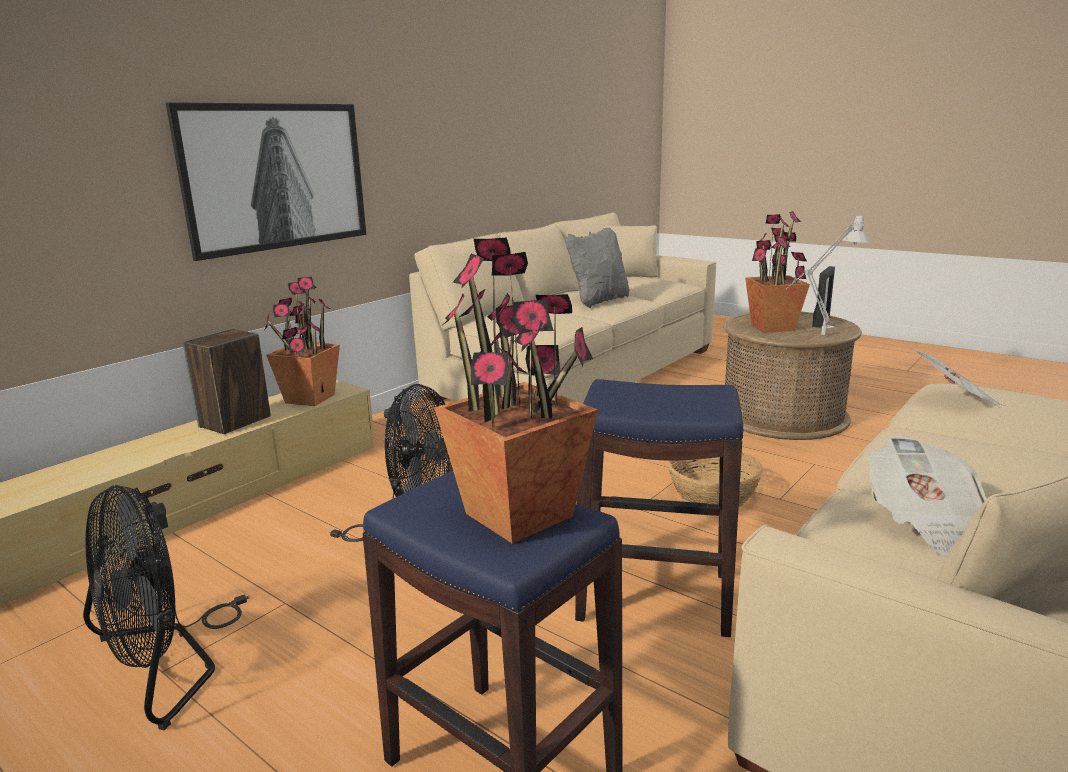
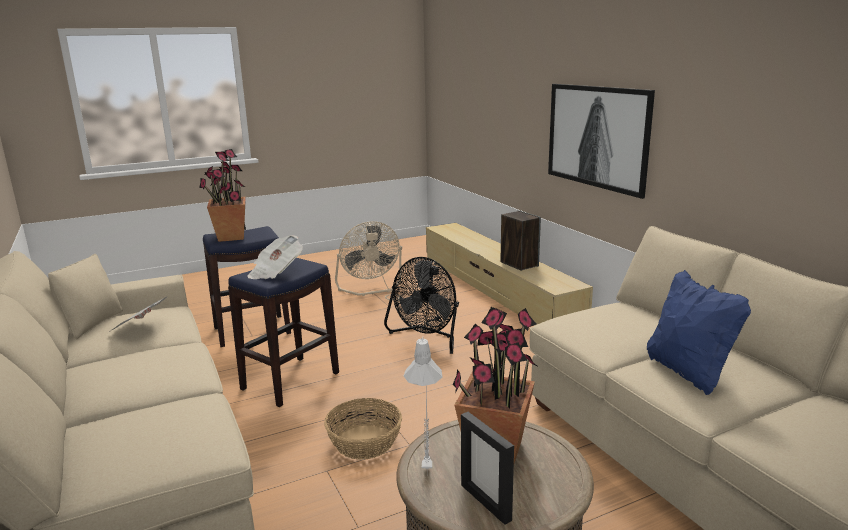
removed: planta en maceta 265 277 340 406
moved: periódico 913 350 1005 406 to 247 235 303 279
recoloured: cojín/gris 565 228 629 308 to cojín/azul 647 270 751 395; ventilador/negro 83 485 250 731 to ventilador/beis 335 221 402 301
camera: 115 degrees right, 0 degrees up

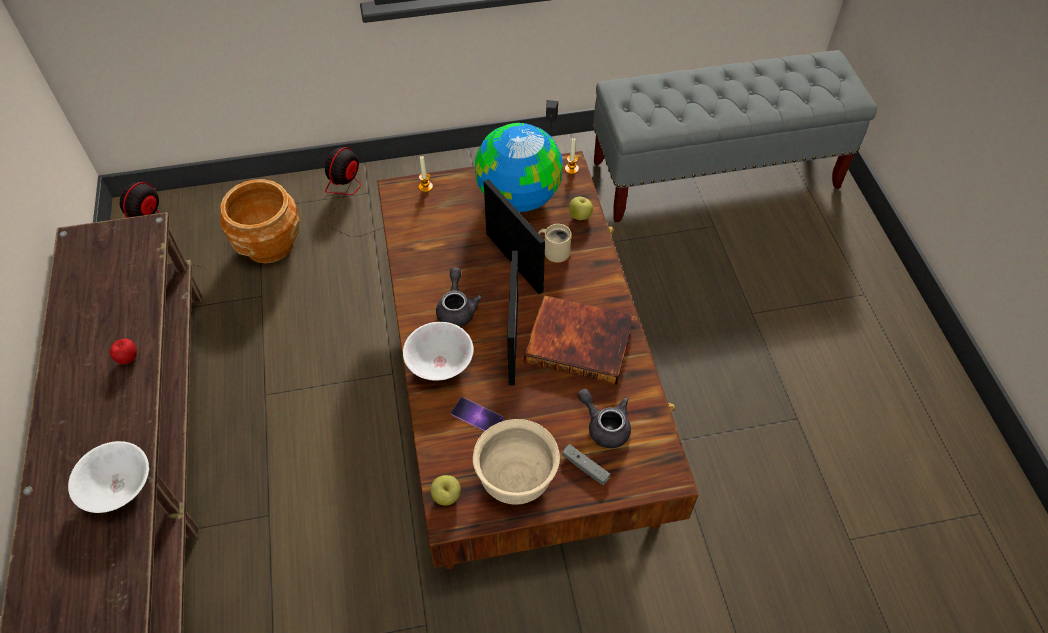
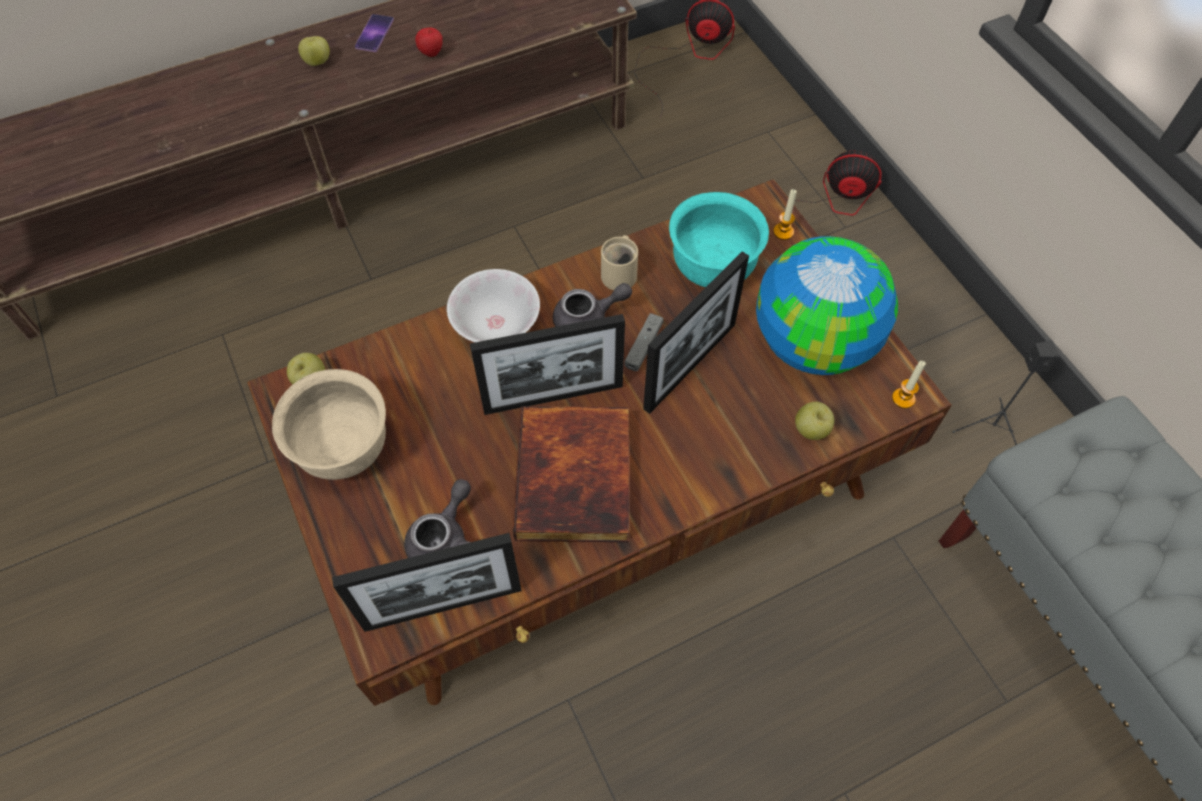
removed: maceta/marrón 220 179 300 263; cuenco/blanco 68 441 149 513
added: manzana 298 36 330 66; cuenco/turquesa 669 192 769 287; portarretratos 332 533 522 632
moved: taza grande/beis 538 224 571 262 to 601 235 638 290; móvil 451 397 504 431 to 355 14 394 52; mando de consola/gris 562 444 610 485 to 624 313 663 371
camera: 75 degrees right, 5 degrees up

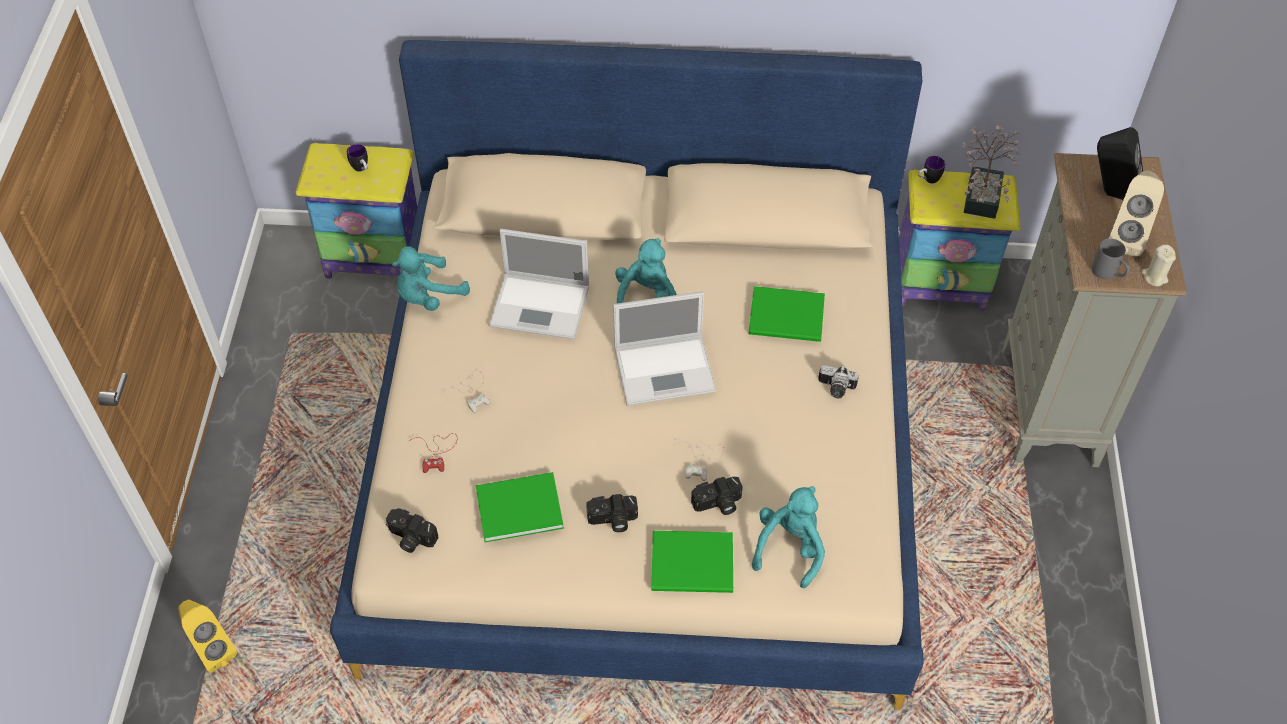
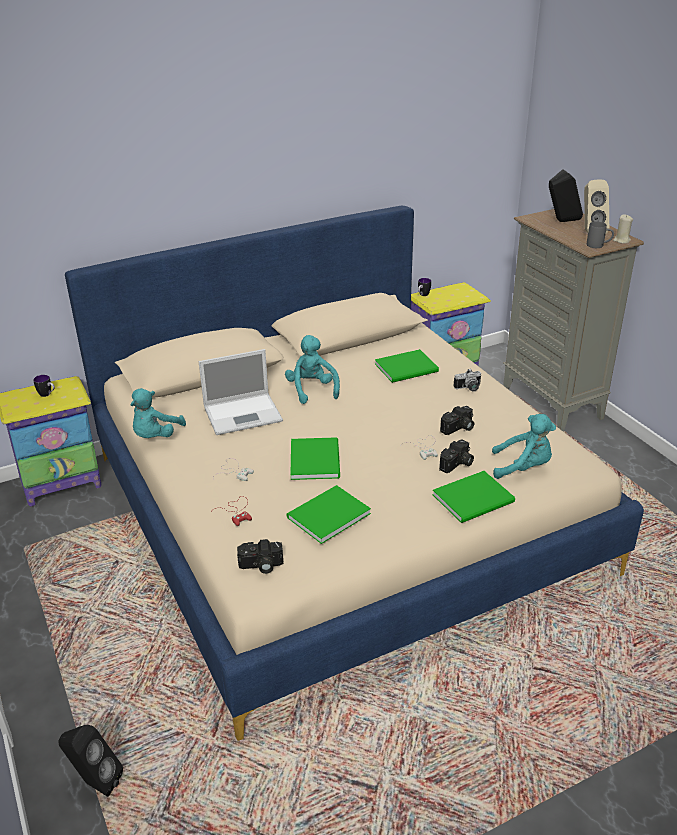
removed: planta en maceta 962 126 1021 219; portátil 613 291 716 406
added: libro/verde 290 437 340 480
moved: cámara 586 494 638 532 to 440 406 474 435
recoloured: altavoz/amarillo 178 600 237 672 to altavoz/negro 58 725 123 797
turned: peluche/turquesa 752 486 825 589 = 492 414 556 479 105 degrees clockwise
camera: 30 degrees left, 20 degrees down

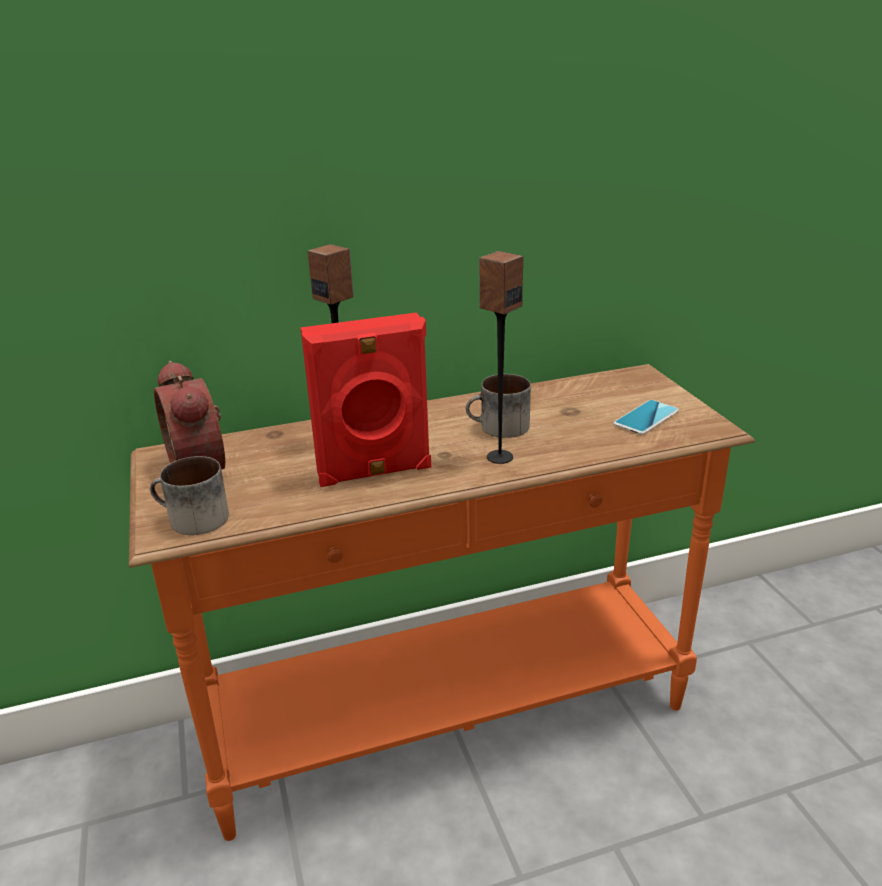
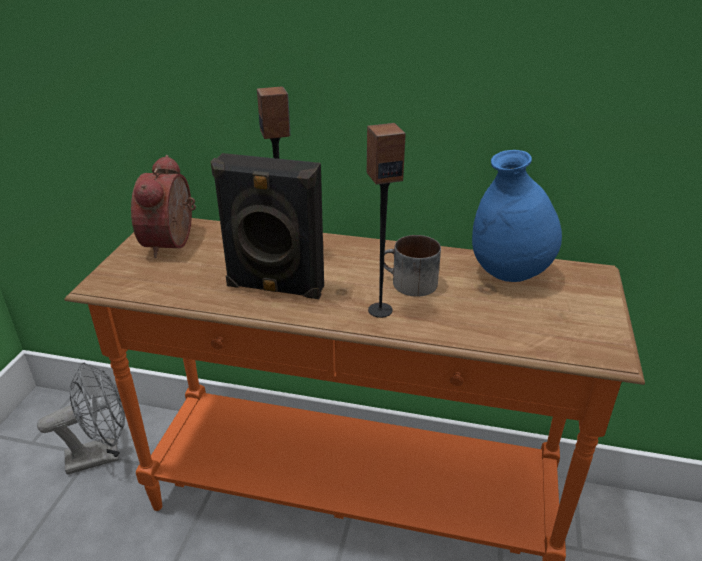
removed: móvil 614 400 679 435; taza grande 150 456 229 535
added: florero/azul 472 150 562 282; ventilador/gris 37 363 125 475
recoloured: altavoz/rojo 300 312 431 487 to altavoz/negro 211 153 324 299
camera: 30 degrees right, 5 degrees up

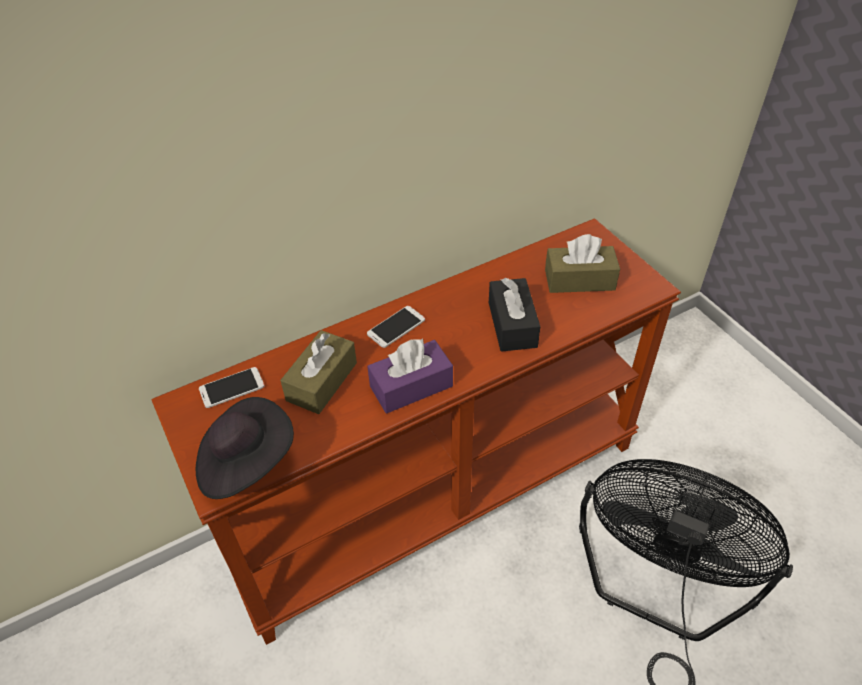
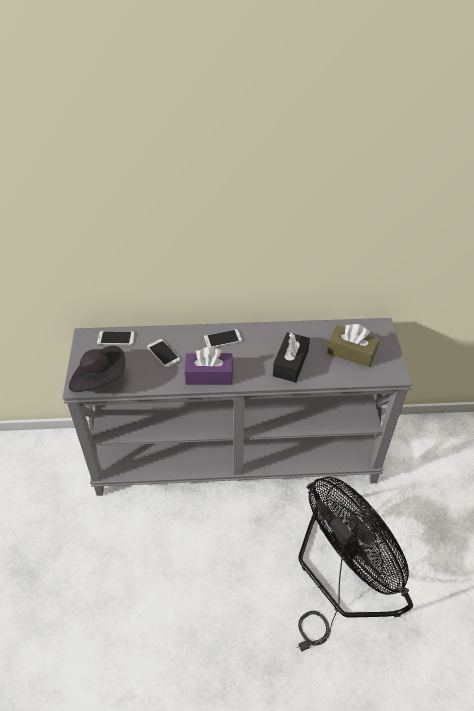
replaced: caja de pañuelos/marrón 280 330 357 414 to móvil 147 339 180 368
recoloured: mesa consola/marrón 152 218 681 645 to mesa consola/gris 62 318 413 496
camera: 25 degrees right, 0 degrees up

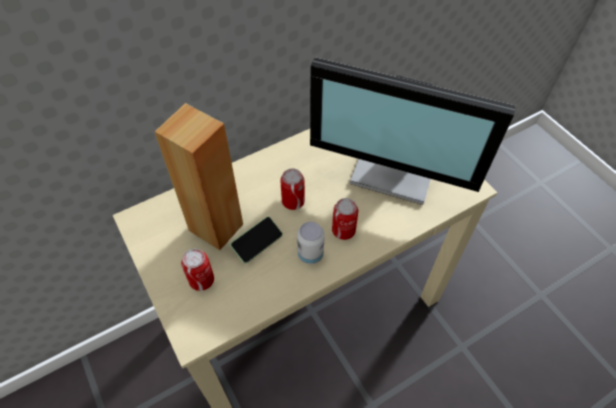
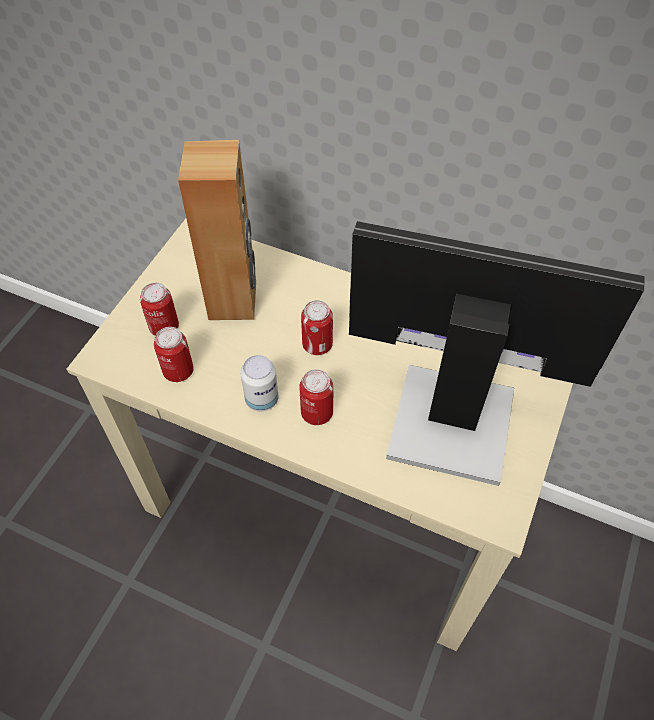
removed: móvil 230 216 283 264
added: lata 154 327 194 382
turned: monitor 310 57 516 205 = 349 221 645 486 120 degrees clockwise
camera: 55 degrees right, 0 degrees up

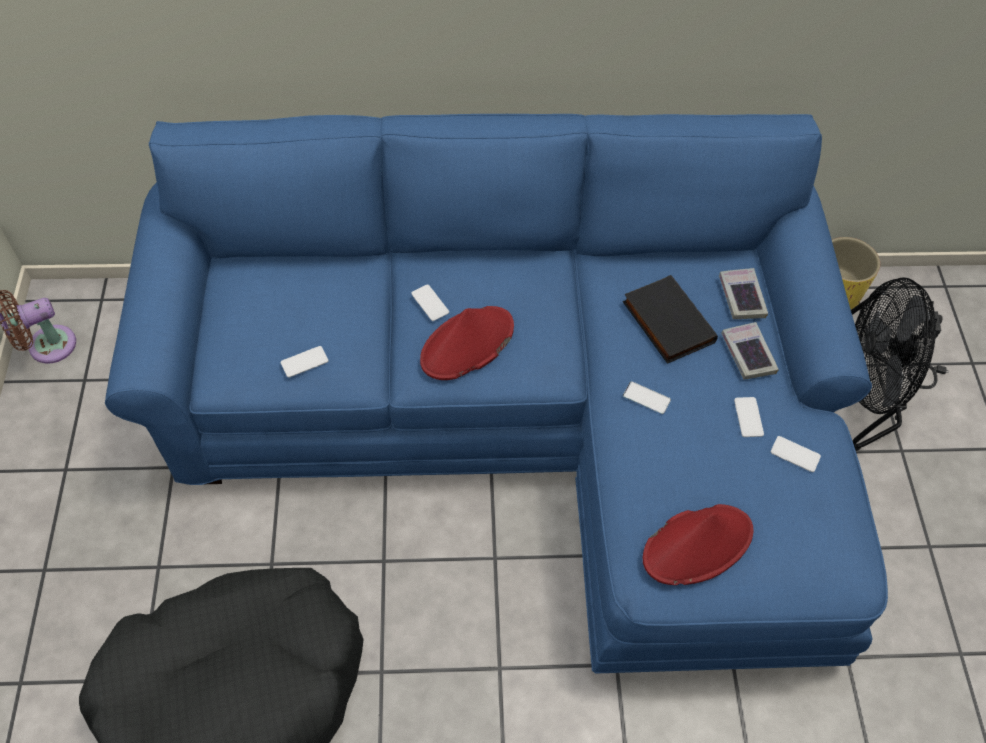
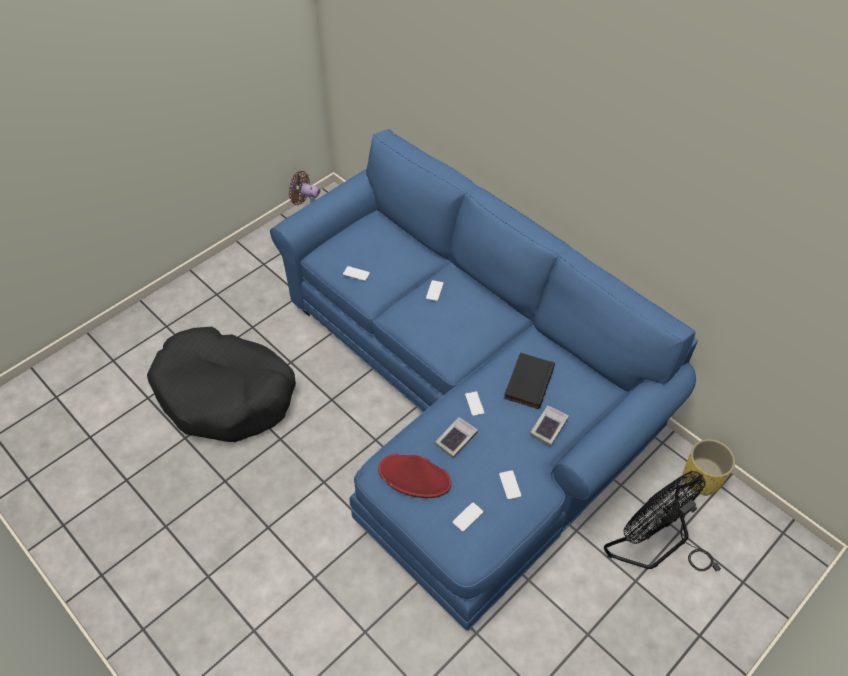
removed: sombrero/rojo 420 306 514 380
moved: libro 719 268 768 319 to 435 417 478 458; móvil 734 397 764 437 to 453 503 483 532
camera: 50 degrees right, 5 degrees down

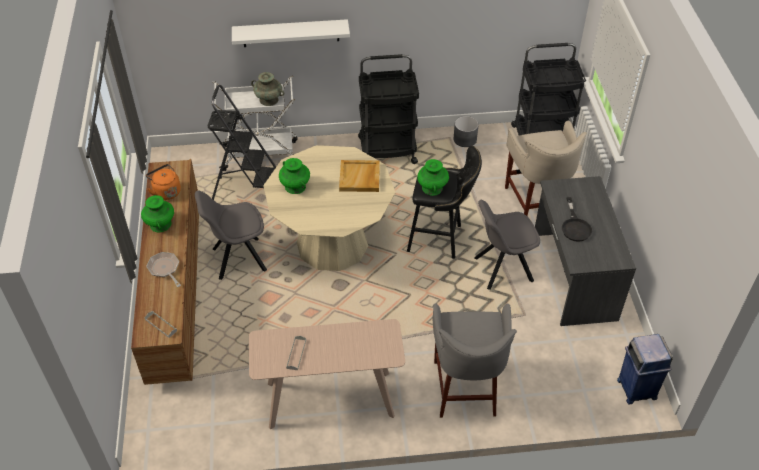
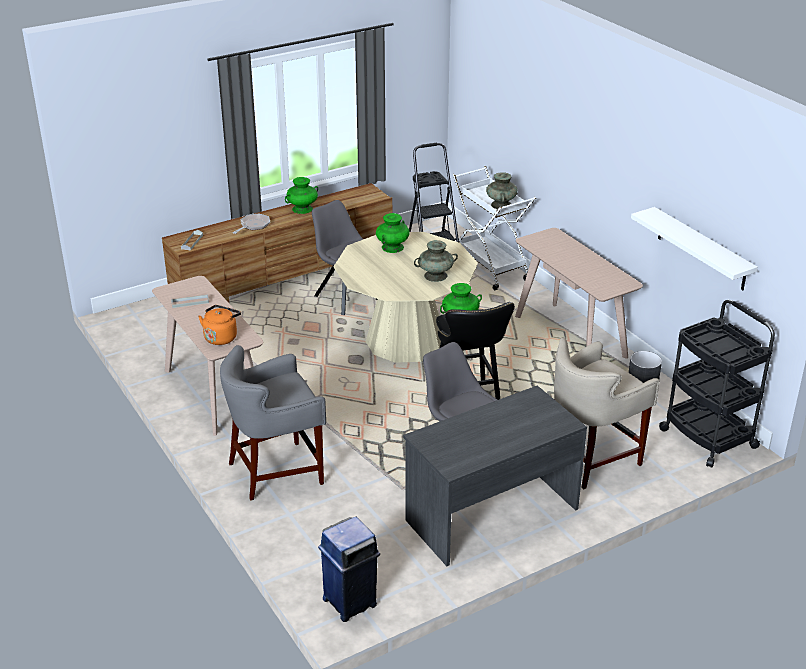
removed: sartén/negro 562 197 592 242
moved: estante/blanco 232 19 350 47 to 631 207 758 290; hervidor/naranja 146 164 181 200 to 198 305 241 345
replaced: carrito/negro 358 54 419 164 to mesa consola/beis 515 228 643 359; bandeja/beis 339 160 380 192 to florero/turquesa 414 240 458 282
camera: 65 degrees right, 15 degrees down

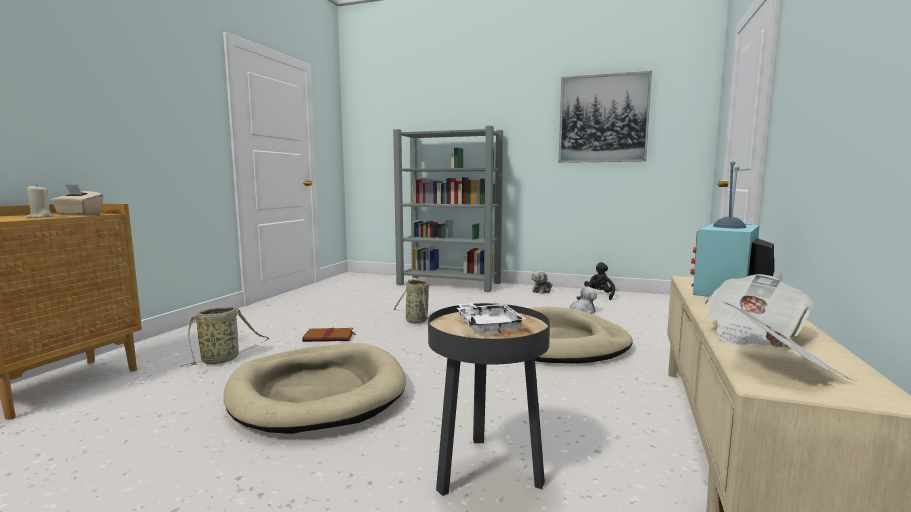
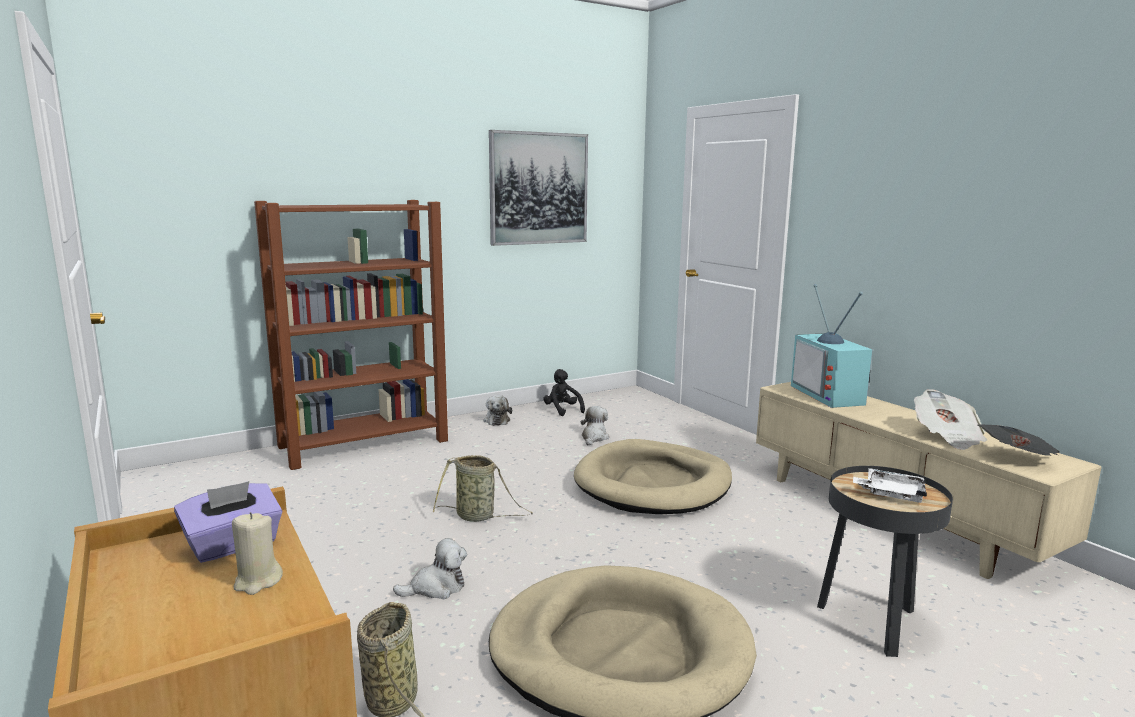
replaced: libro/marrón 302 327 356 342 to peluche 393 538 467 599
recoloured: estantería/gris 393 125 503 292 to estantería/marrón 254 200 448 470; caja de pañuelos/beis 51 184 103 215 to caja de pañuelos/morado 174 481 283 563
camera: 50 degrees left, 5 degrees up

